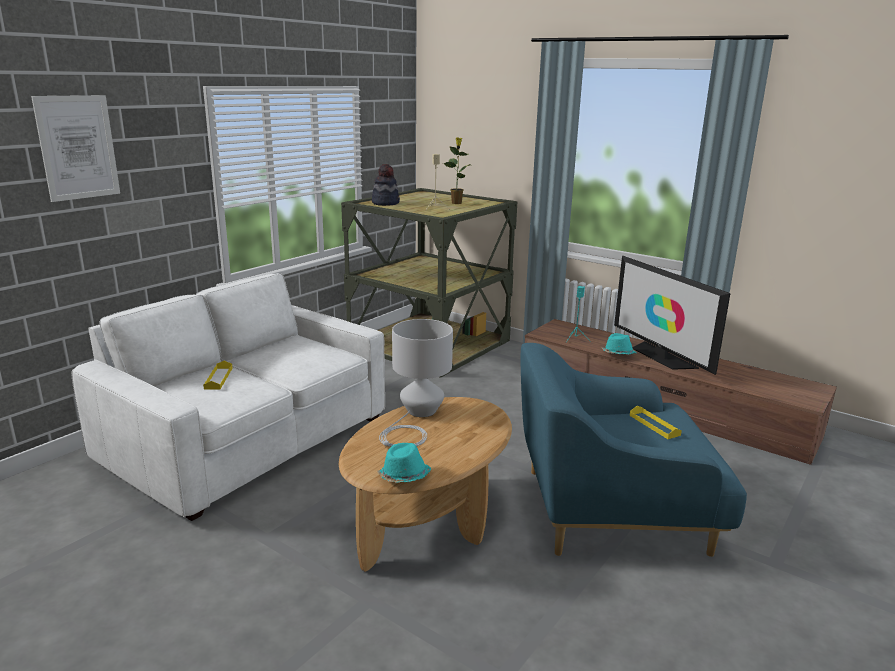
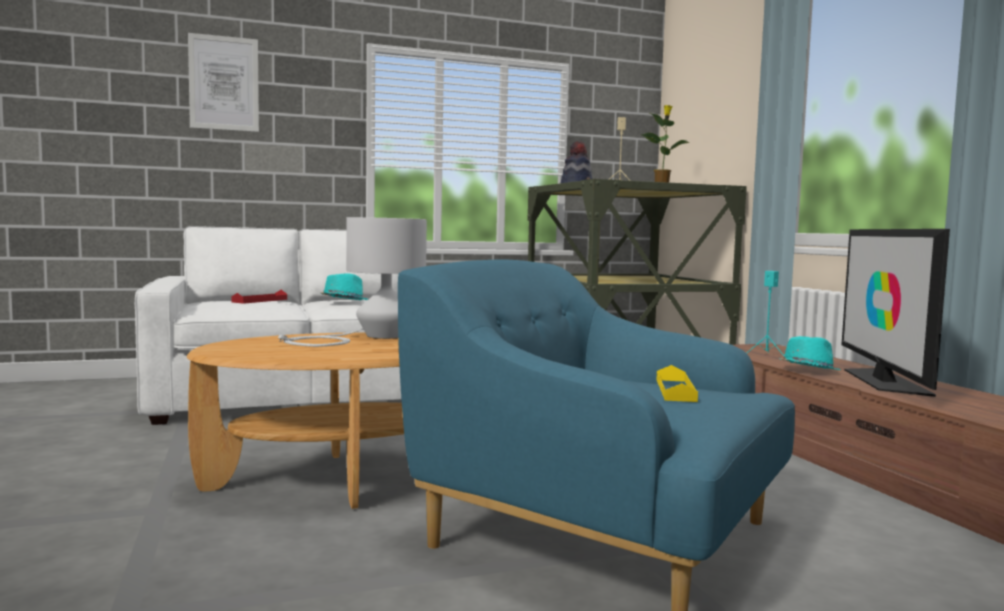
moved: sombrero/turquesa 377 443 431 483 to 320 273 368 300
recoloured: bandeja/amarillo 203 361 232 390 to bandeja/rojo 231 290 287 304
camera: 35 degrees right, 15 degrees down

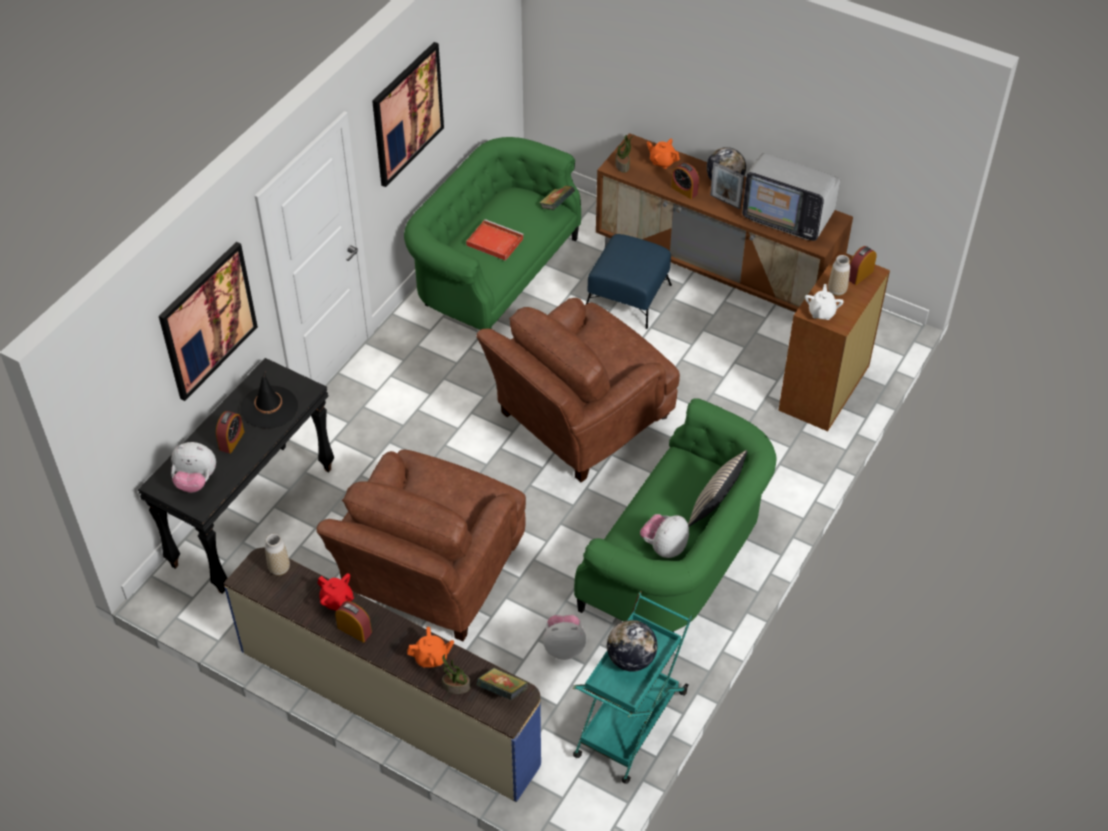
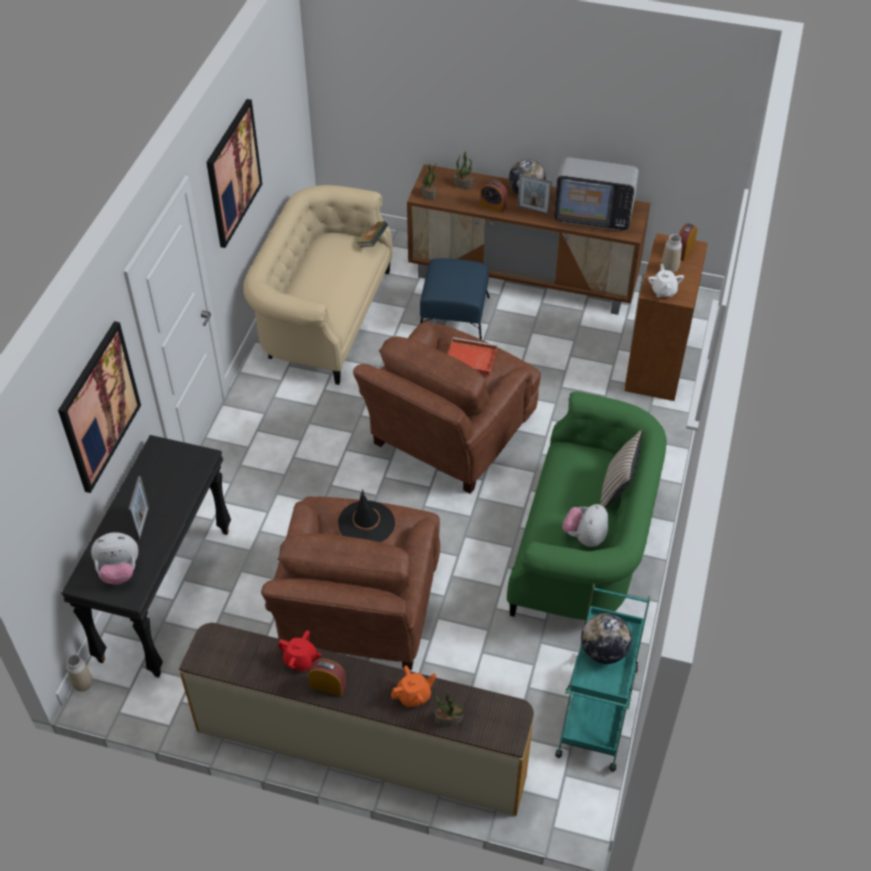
removed: peluche 543 615 587 660; libro 477 668 528 700
moved: bandeja/rojo 466 219 524 261 to 447 337 497 376; sombrero/negro 240 371 298 429 to 338 490 395 542; florero 265 534 290 576 to 66 655 93 692
replaced: tetera/naranja 647 139 680 169 to planta en maceta 454 151 473 189; despertador 216 411 244 454 to portarretratos 128 476 149 540
recoloured: sofá/verde 404 137 581 330 to sofá/beis 243 185 393 385; armario/azul 223 547 541 803 to armario/marrón 179 623 534 816
camera: 15 degrees left, 0 degrees up

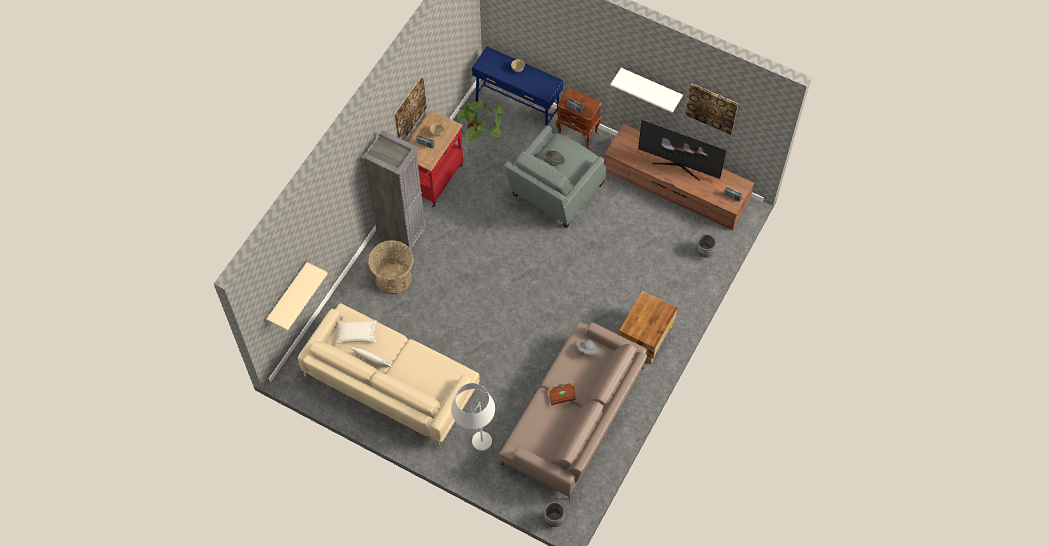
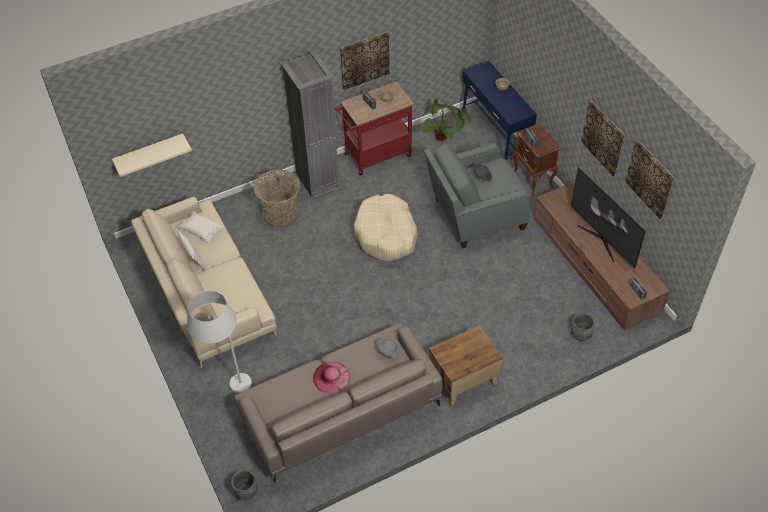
added: cama para perro/beis 354 194 418 261
replaced: estante/blanco 611 68 683 113 to cuadro 581 100 625 176; libro/marrón 548 382 576 405 to sombrero/rosa 313 362 350 394
camera: 35 degrees right, 10 degrees down

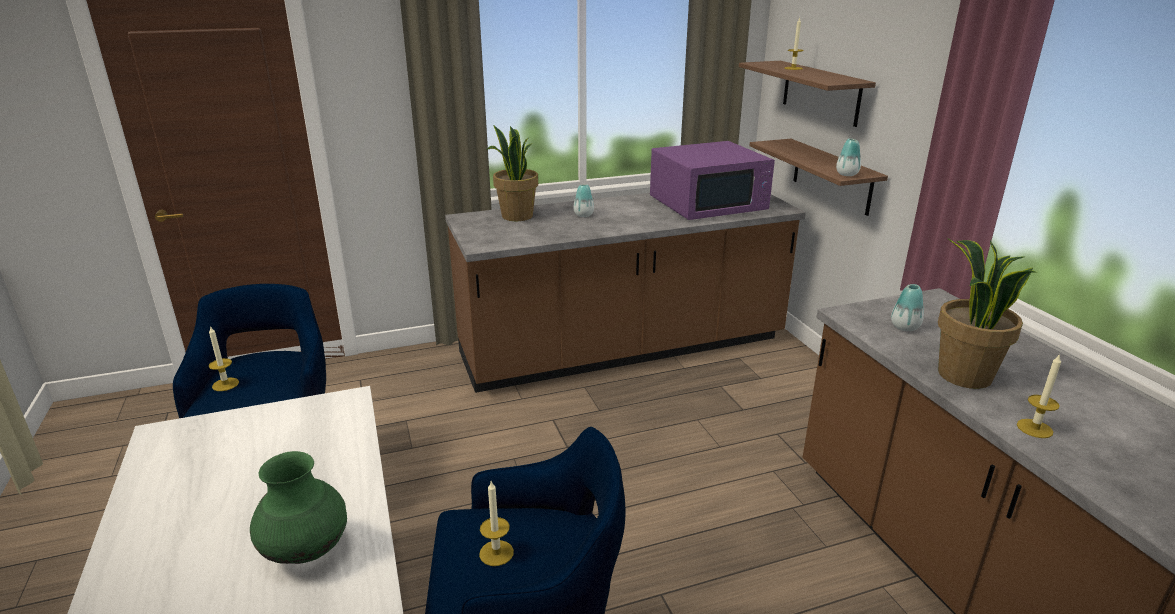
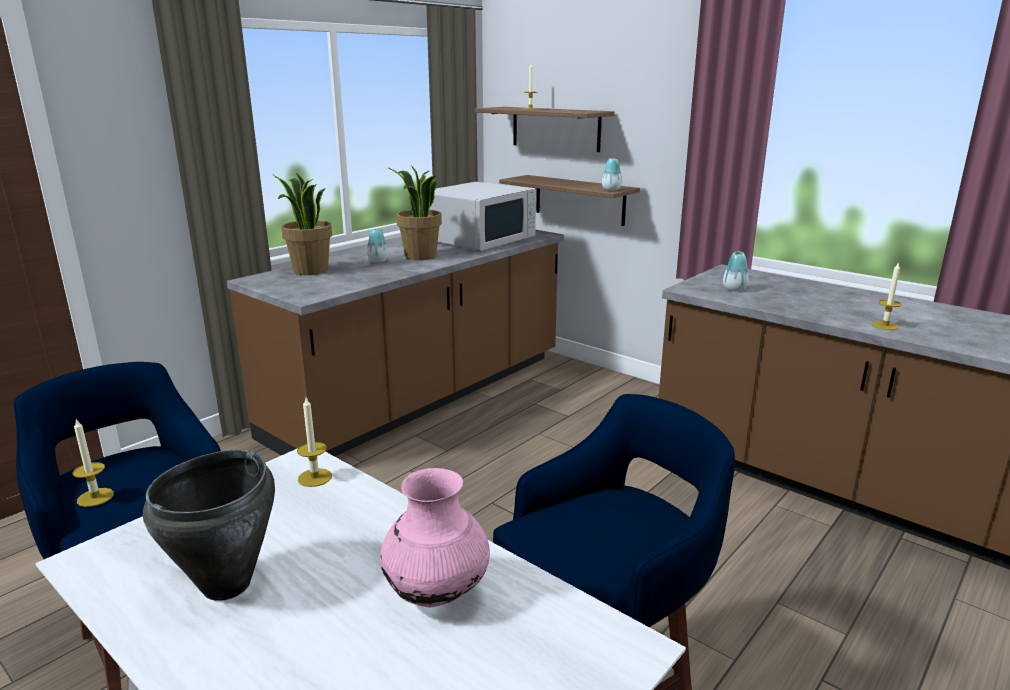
added: olla/negro 143 449 275 601
moved: planta en maceta 938 238 1037 389 to 387 165 442 260; vela 479 481 514 566 to 297 398 332 487
recoloured: microondas/morado 650 141 775 220 to microondas/blanco 429 182 536 251; florero/verde 250 451 347 564 to florero/rosa 380 468 490 607
camera: 30 degrees left, 5 degrees down

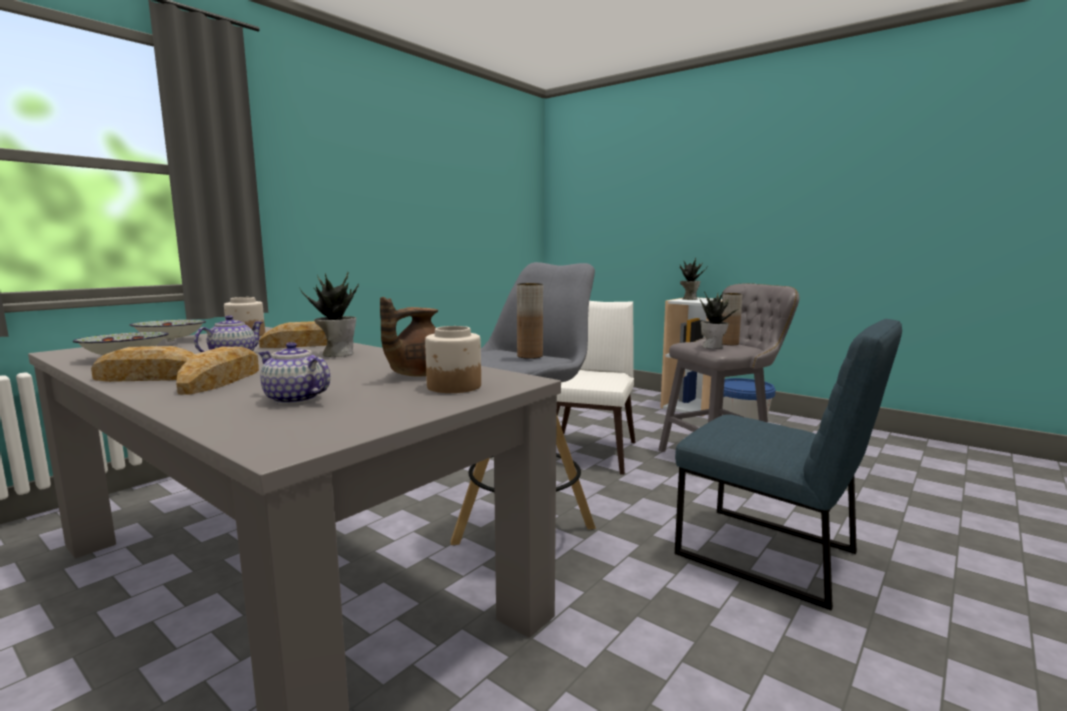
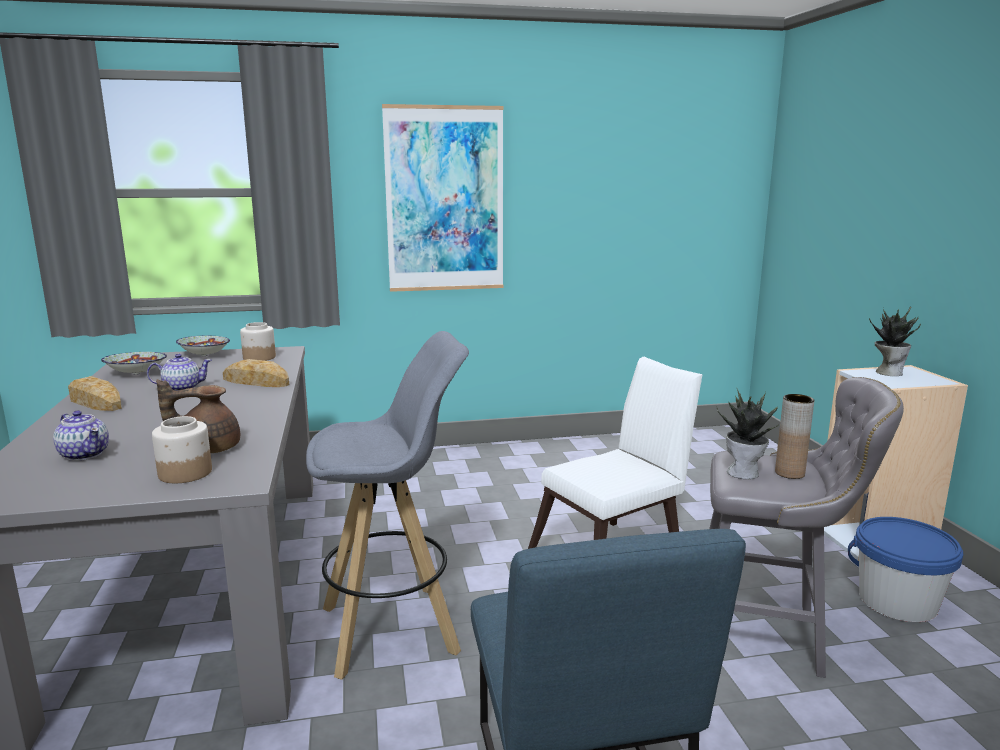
removed: planta en maceta 299 272 359 357; florero/marrón 517 283 543 359; pan 176 347 259 395
added: cuadro 382 104 504 292
turned: tetera 259 342 330 404 = 53 410 109 461 150 degrees clockwise
camera: 40 degrees right, 5 degrees up

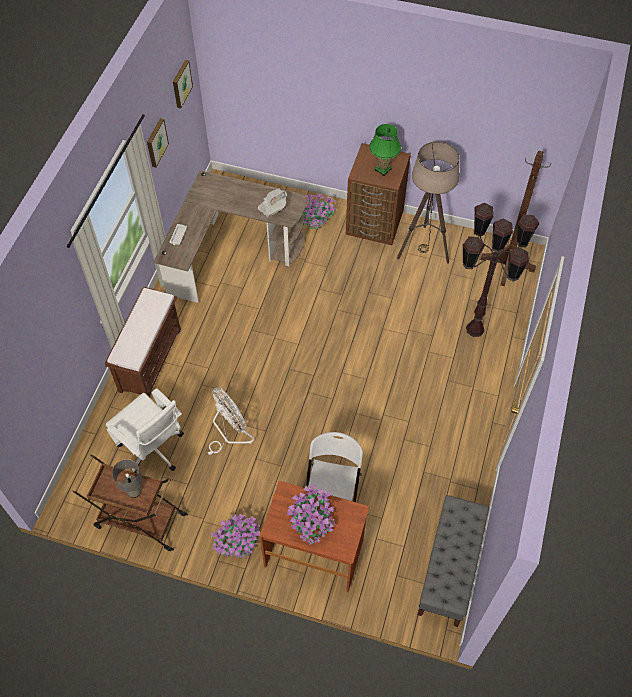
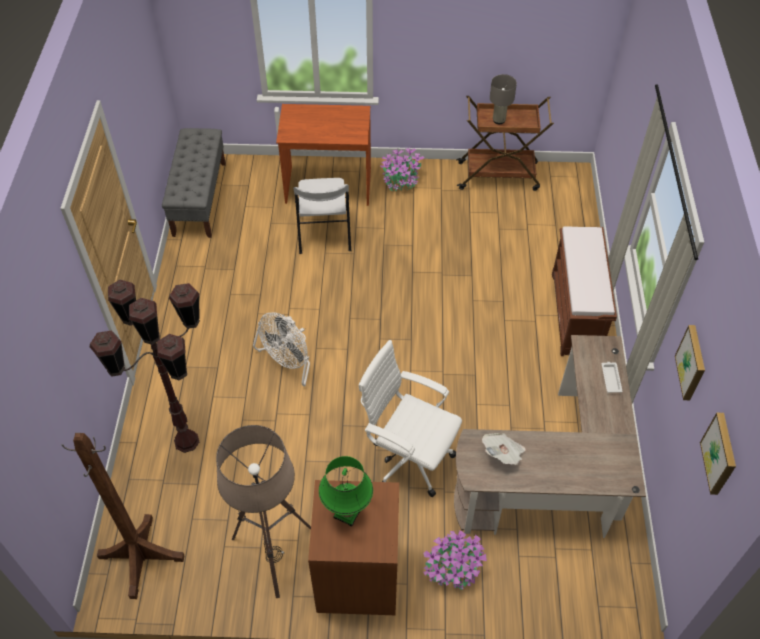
removed: planta en maceta 286 484 335 545
moved: ventilador/blanco 207 387 254 455 to 253 312 310 386; silla de oficina/blanco 106 388 184 473 to 359 340 462 497
camera: 165 degrees right, 5 degrees down

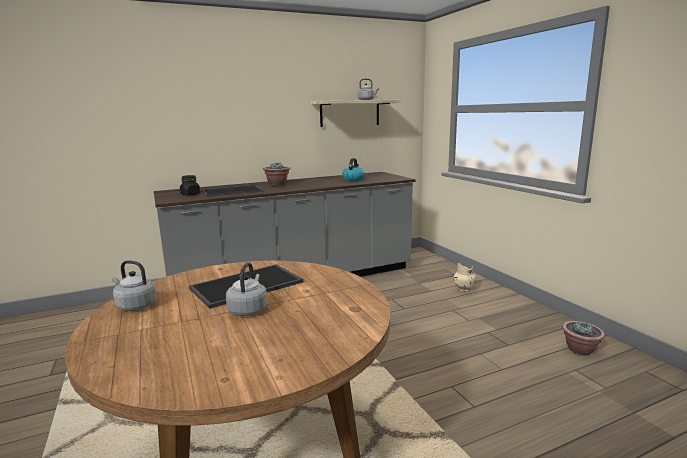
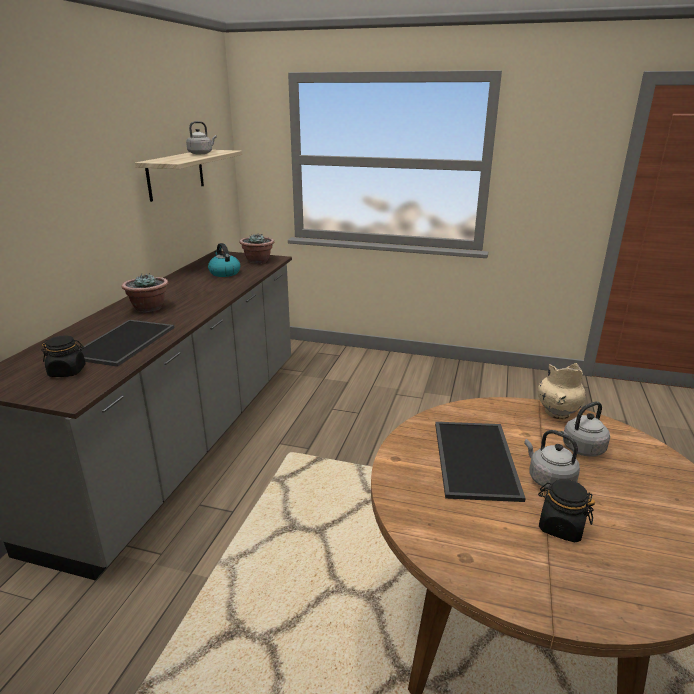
added: tarro/negro 538 479 595 543
moved: hervidor/gris 112 260 157 311 to 561 402 610 457; florero/beis 453 263 477 292 to 537 363 586 419; planta en maceta 562 321 605 356 to 239 234 274 264
camera: 50 degrees left, 10 degrees up

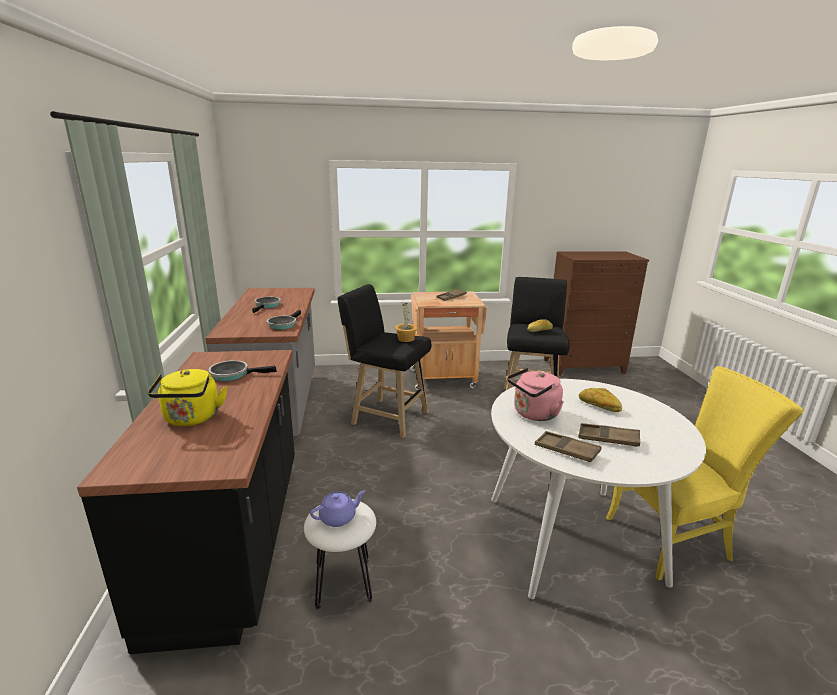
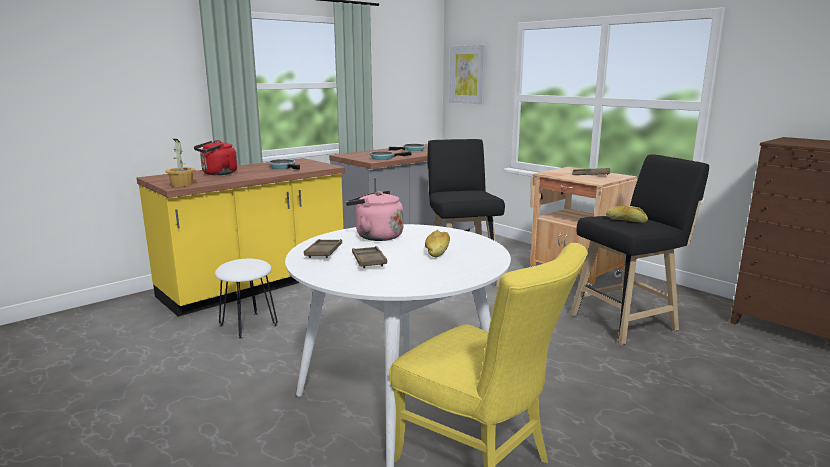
removed: tetera/morado 310 490 366 527
added: cuadro 449 45 486 104
moved: planta en maceta 395 303 418 342 to 166 139 195 187
recoloured: mueble bajo de cocina/negro 77 350 295 654 to mueble bajo de cocina/amarillo 137 158 345 317; hervidor/amarillo 148 369 227 426 to hervidor/rojo 194 140 237 175
camera: 55 degrees right, 5 degrees down

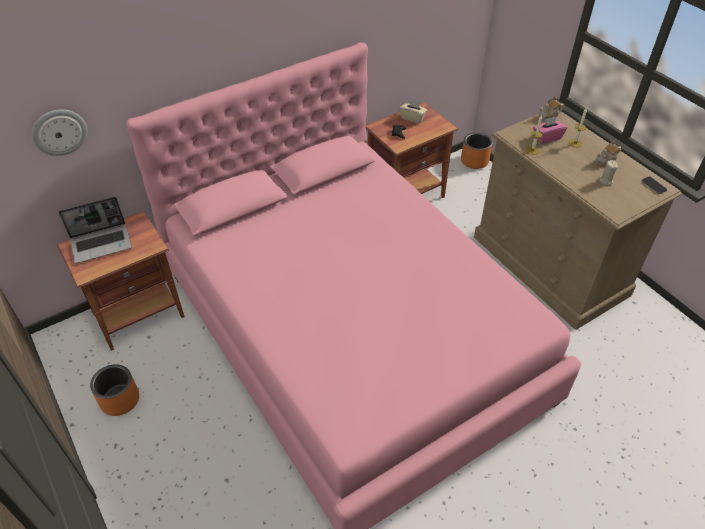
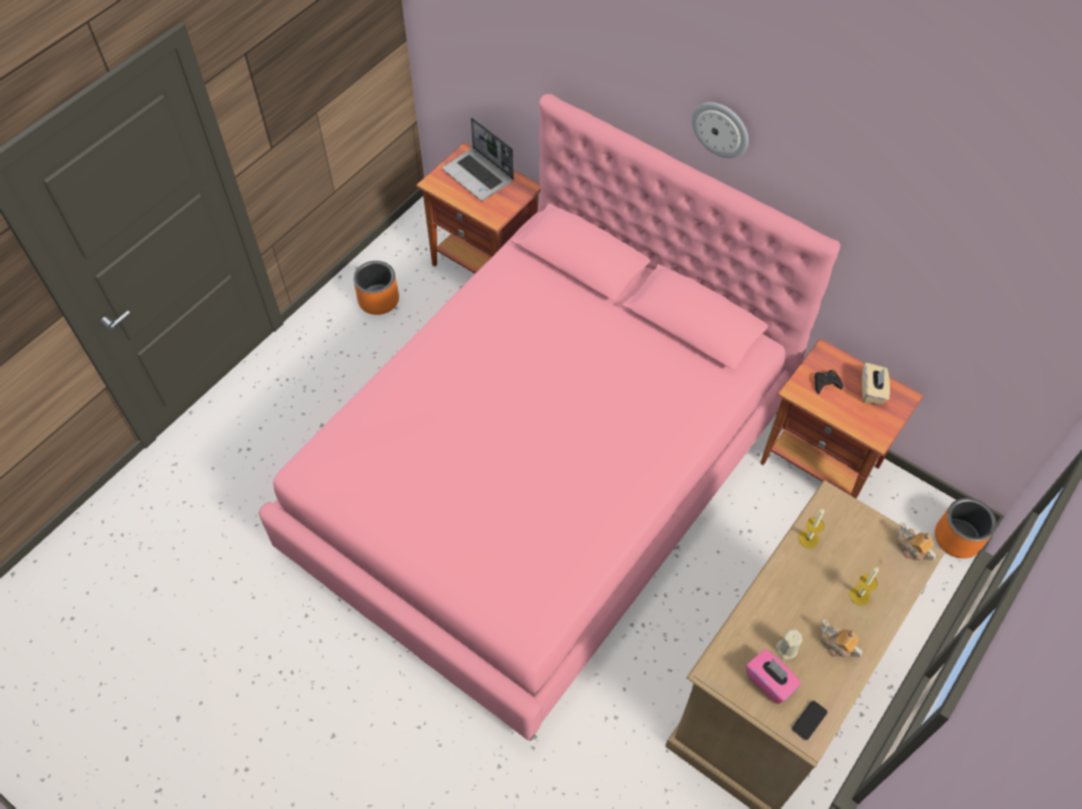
moved: reloj de pared 32 109 87 156 to 692 102 748 158; caja de pañuelos/rosa 533 117 567 144 to 746 649 801 704
camera: 70 degrees right, 10 degrees up

